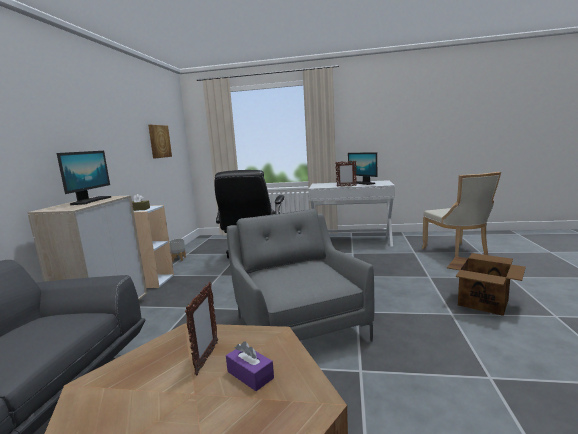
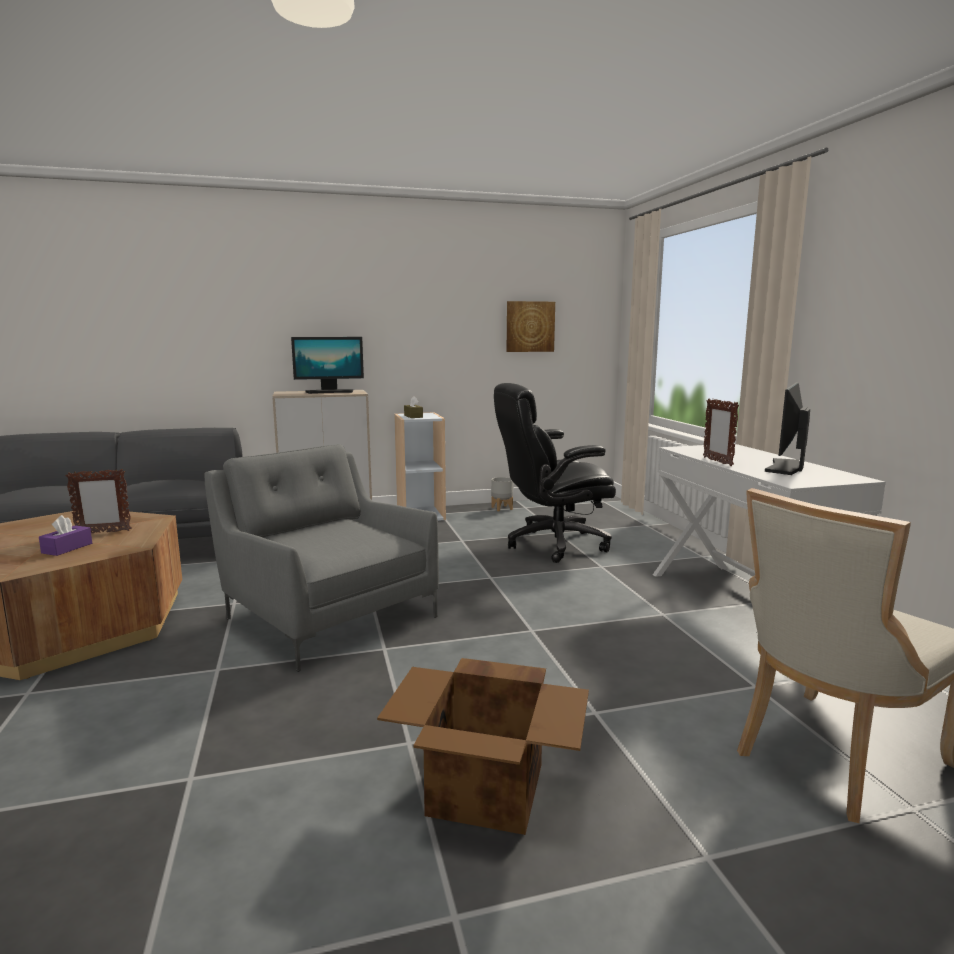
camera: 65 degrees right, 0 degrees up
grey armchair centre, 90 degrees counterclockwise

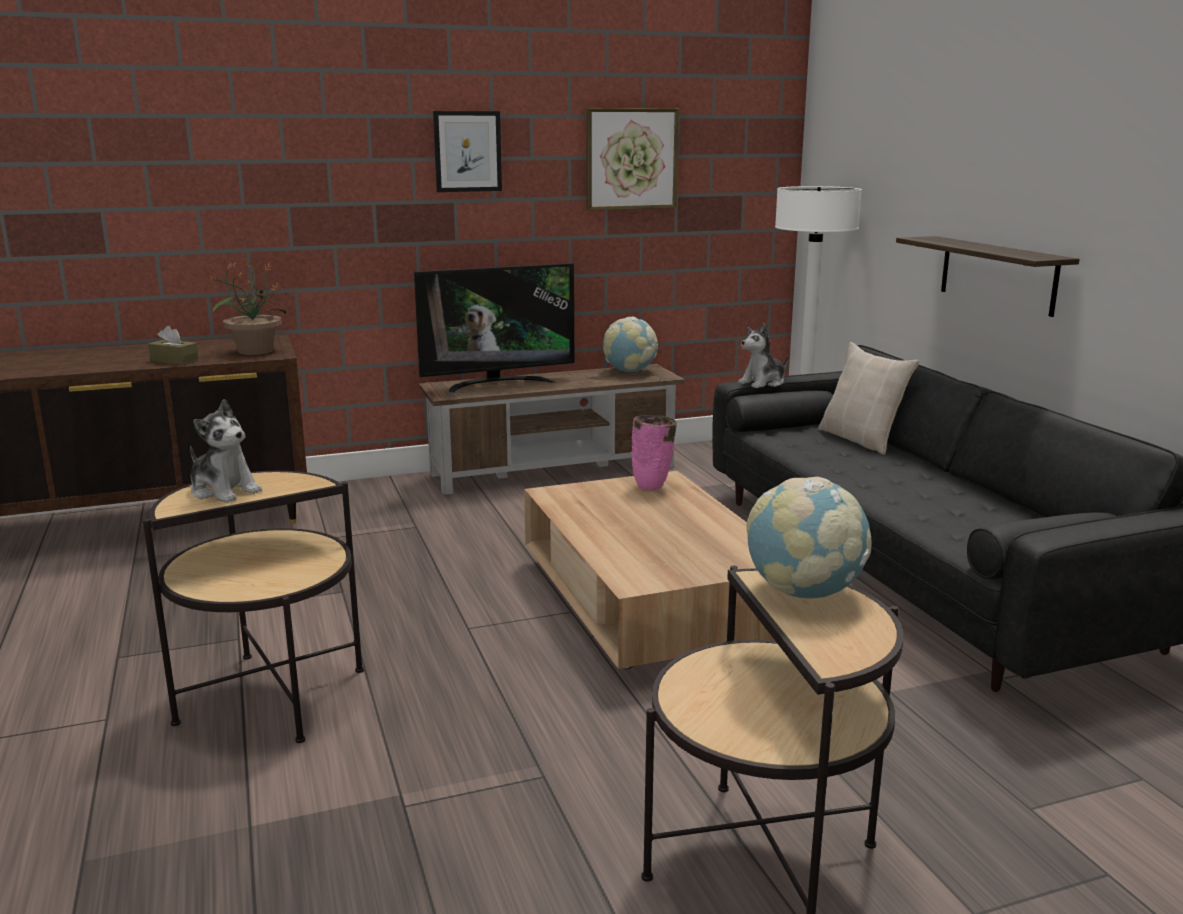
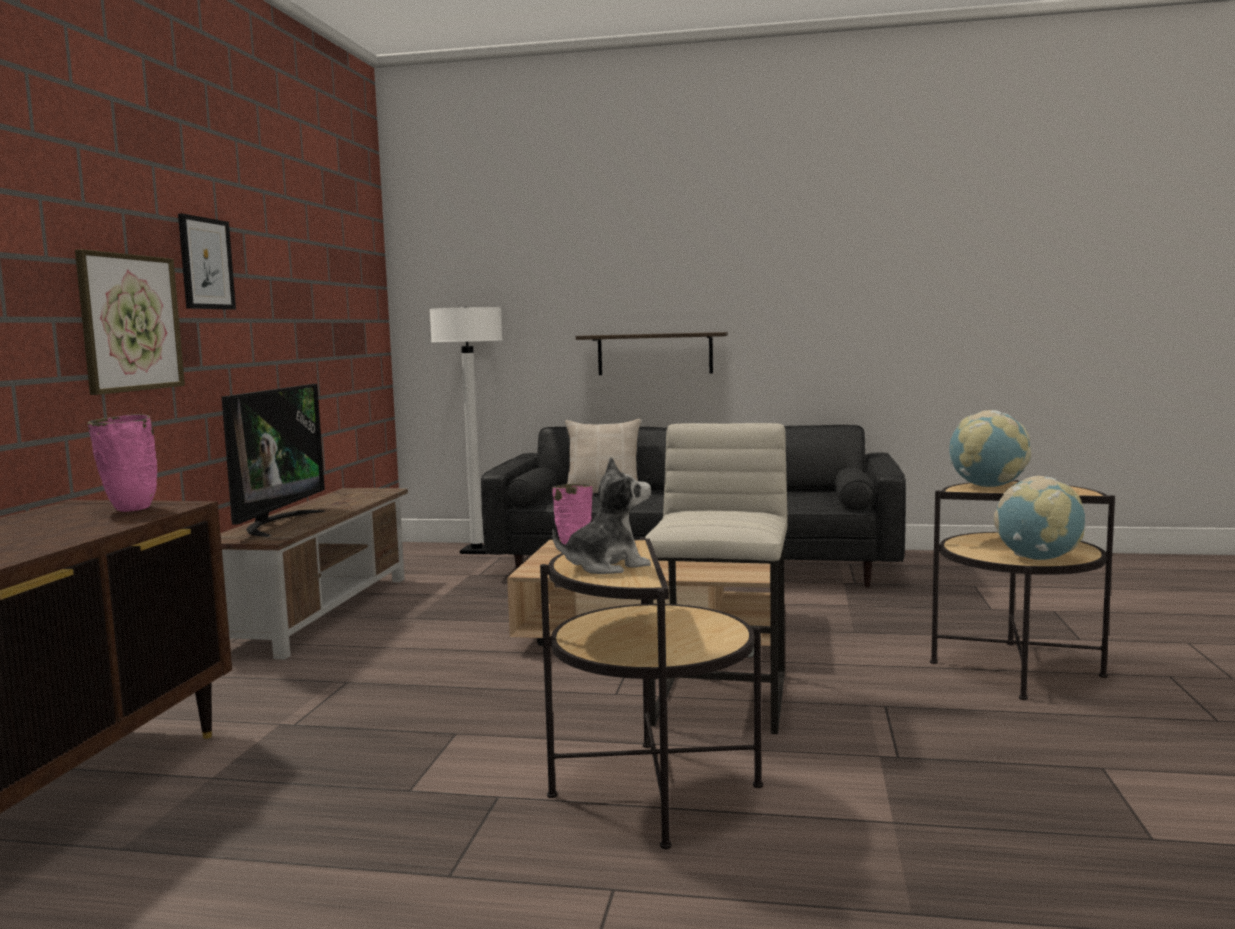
camera: 60 degrees left, 10 degrees down
picture (2nd from left in the first image) top centre => picture (1st from left) middle left, move
potted plant middle left => pink vase (1st from left) middle left
nothing => beige stool centre
globe (1st from left in the first image) centre => globe (2nd from left) middle right, move
brown tissue box middle left => nothing
plush toy (2nd from left) centre => nothing

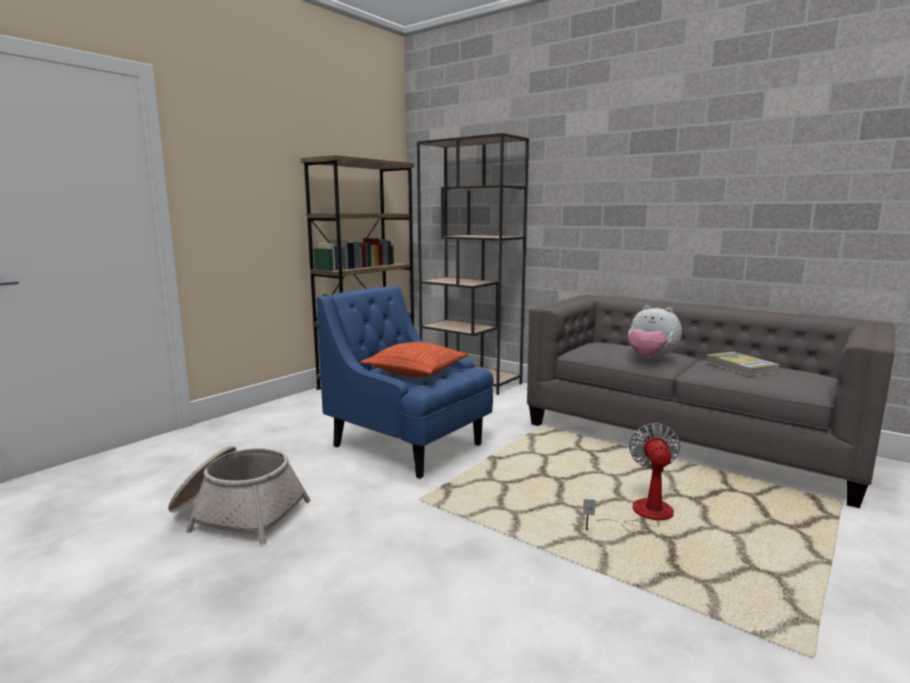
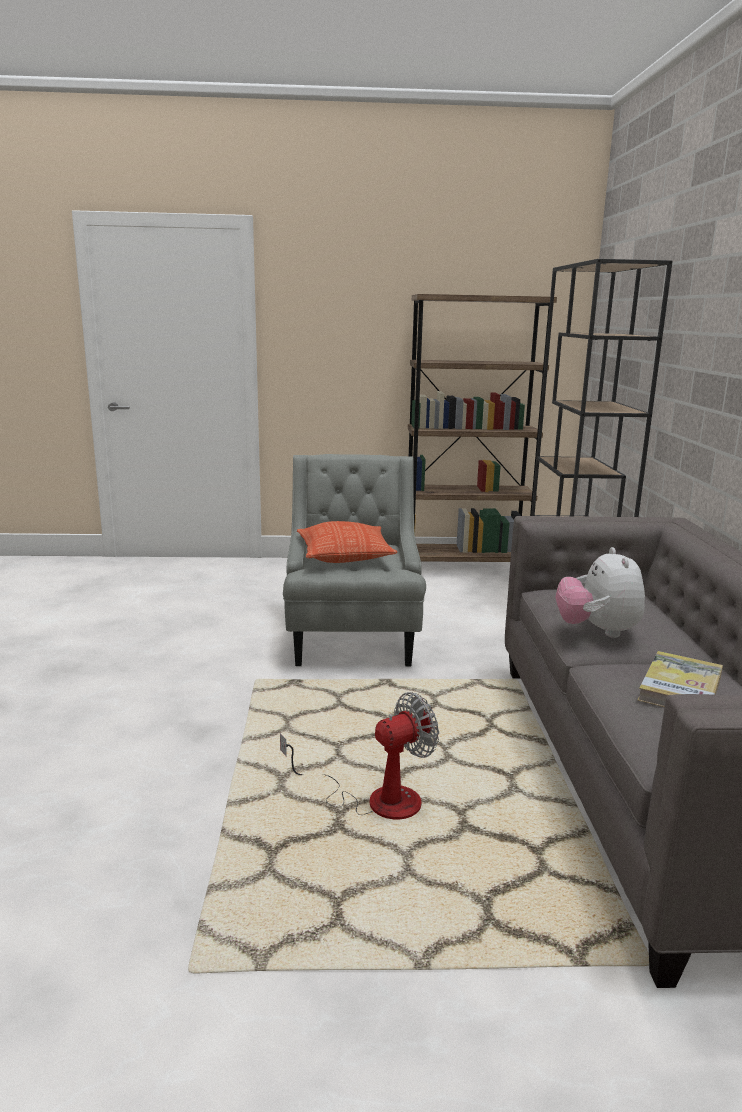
camera: 50 degrees right, 5 degrees up
blue armchair centre => grey armchair centre
basket bottom left => nothing

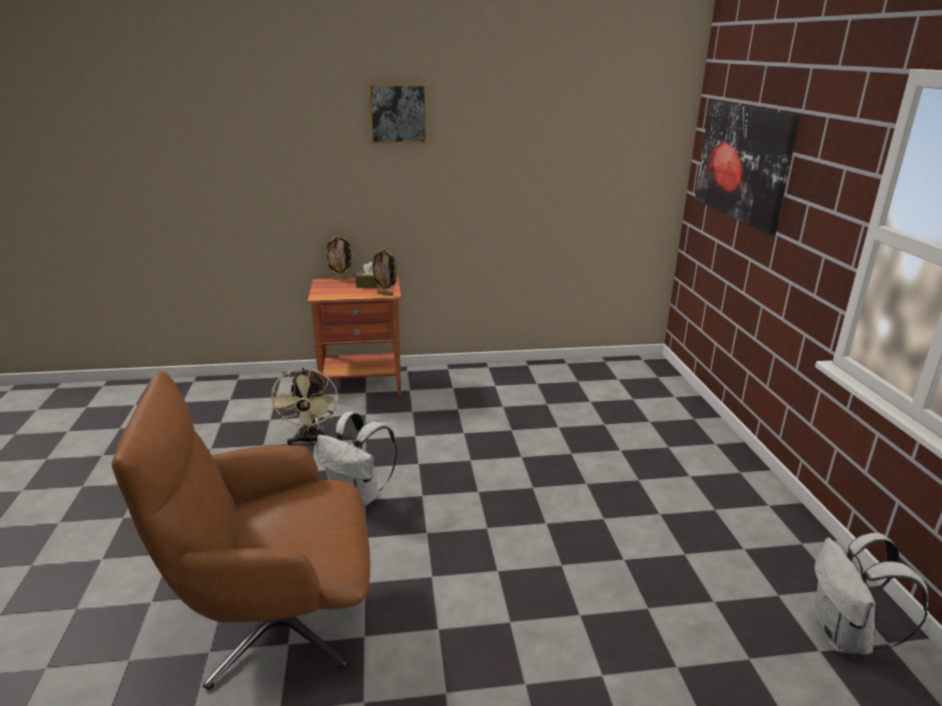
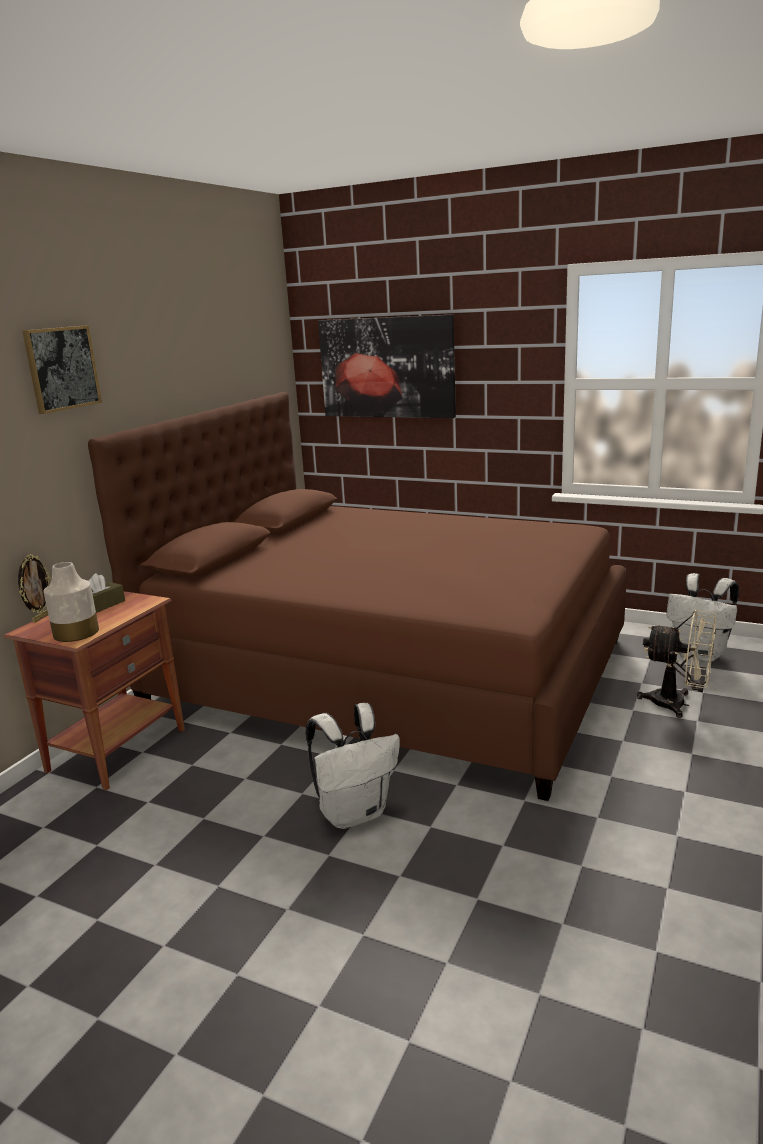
camera: 55 degrees left, 5 degrees down
nothing => beige vase middle left
nothing => brown bed centre
beige fan middle left => beige fan middle right, move
brown armchair bottom left => nothing
picture frame (2nd from left) centre => nothing

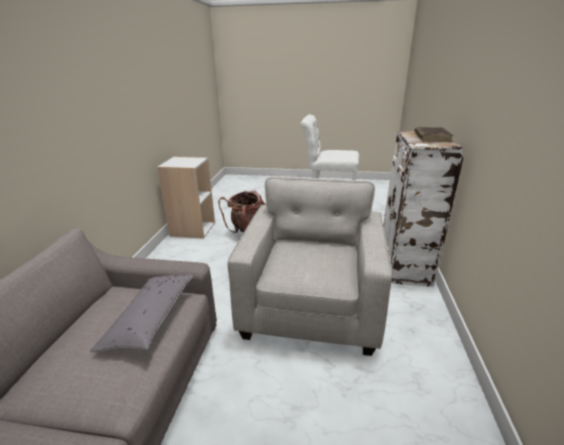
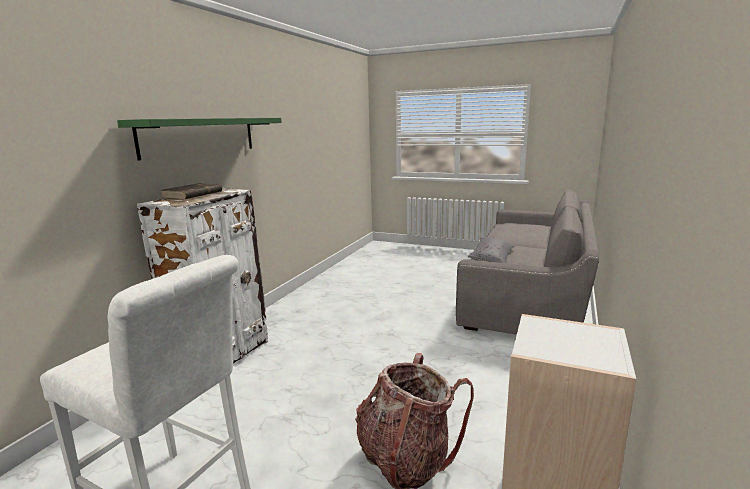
camera: 165 degrees left, 10 degrees down
nothing => green shelf top left
grey armchair centre => nothing

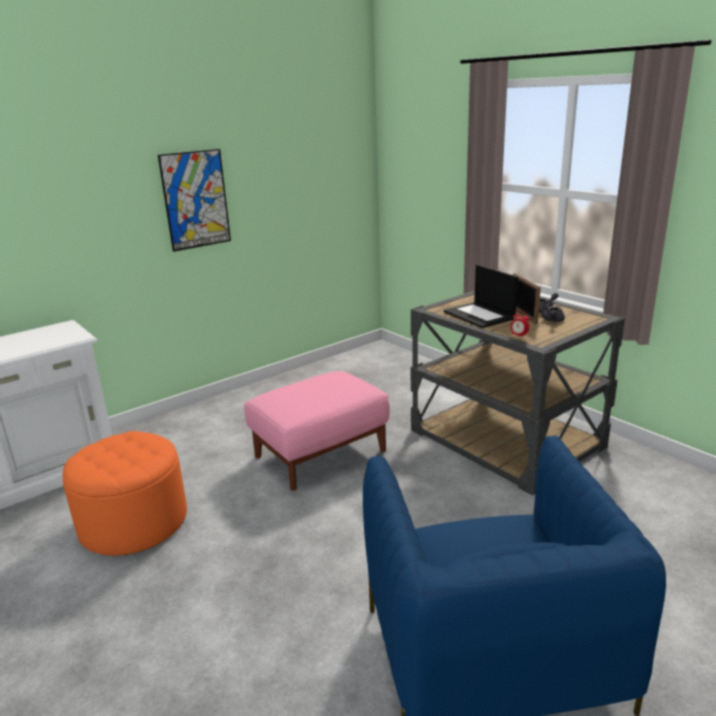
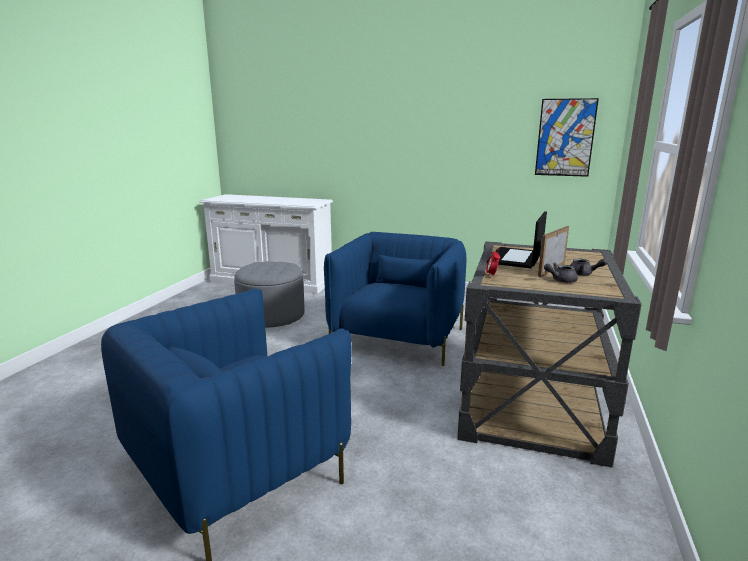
camera: 55 degrees right, 5 degrees down
orange ottoman bottom left => grey ottoman centre
pink ottoman centre => blue armchair (2nd from left) centre
picture top left => picture top right, move

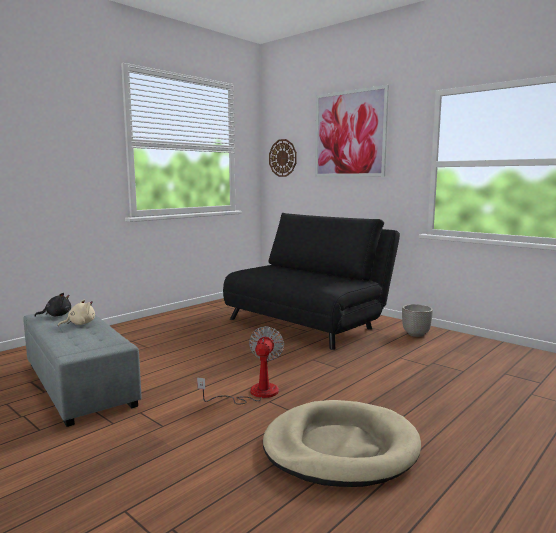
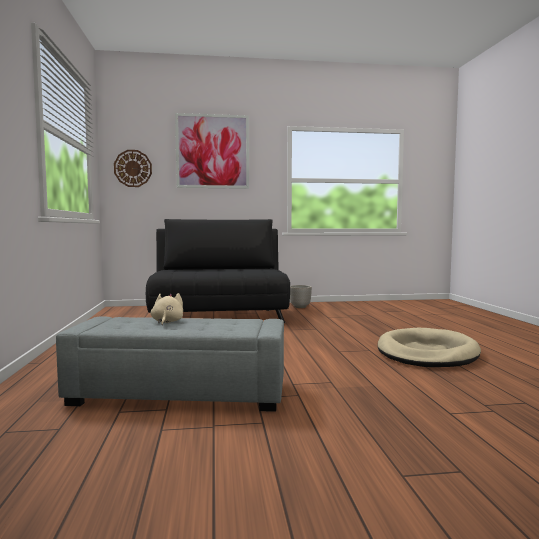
camera: 50 degrees left, 5 degrees down
black plush toy middle left => nothing
fan bottom centre => nothing

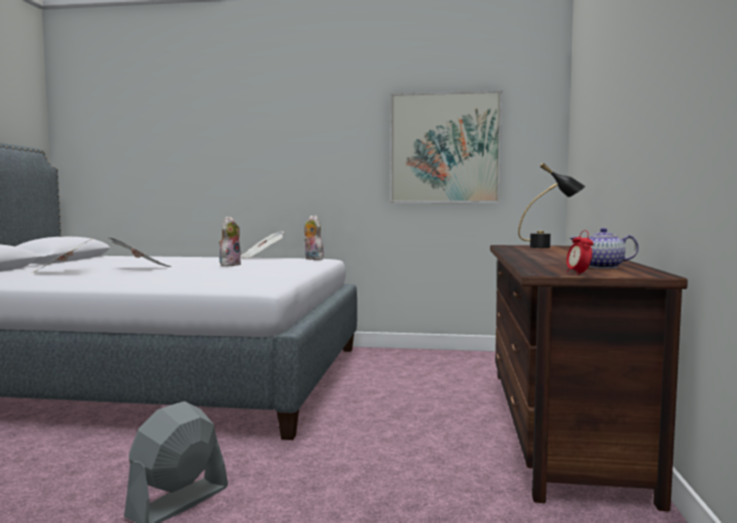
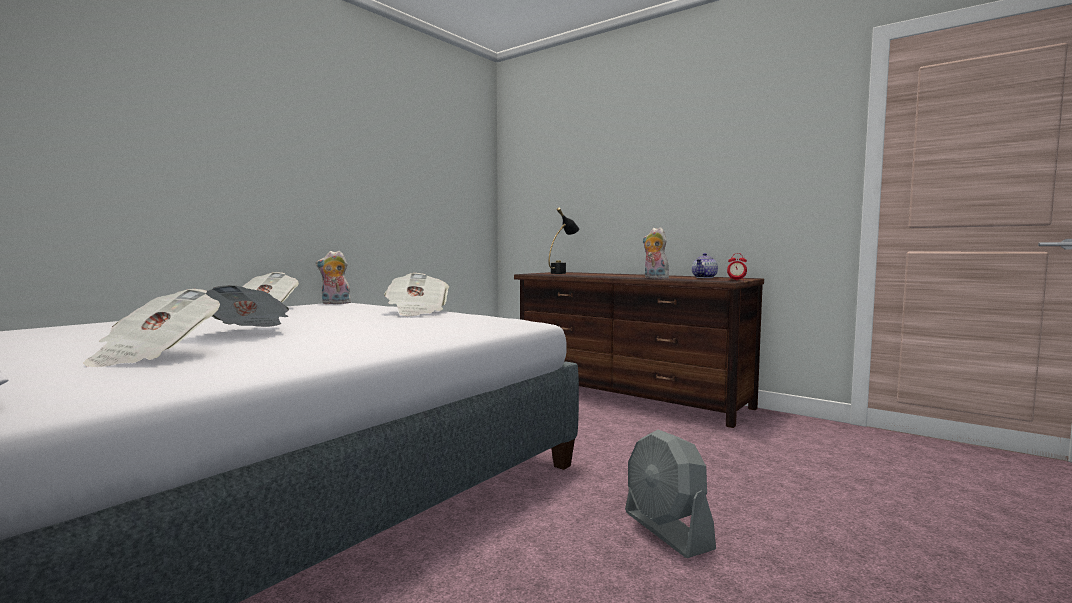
camera: 60 degrees left, 0 degrees up
nothing => newspaper (4th from left) centre
plush toy (1st from left in the first image) middle left => plush toy (2nd from left) centre, move
picture top centre => nothing

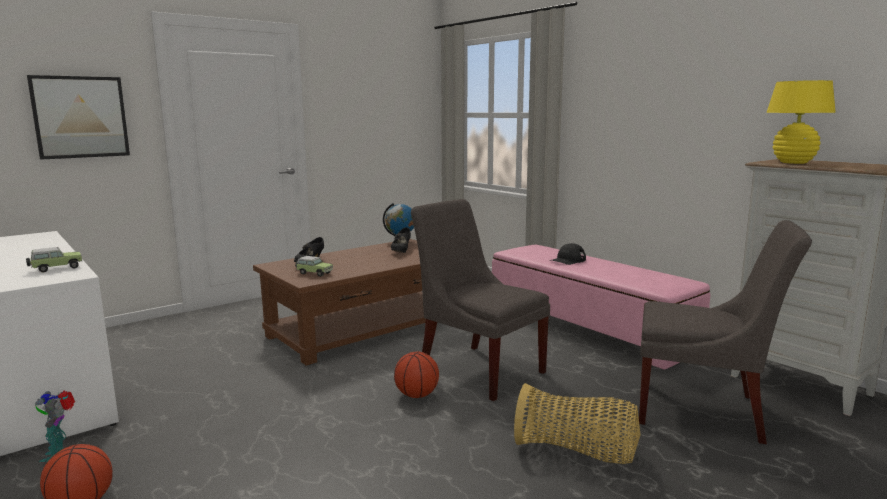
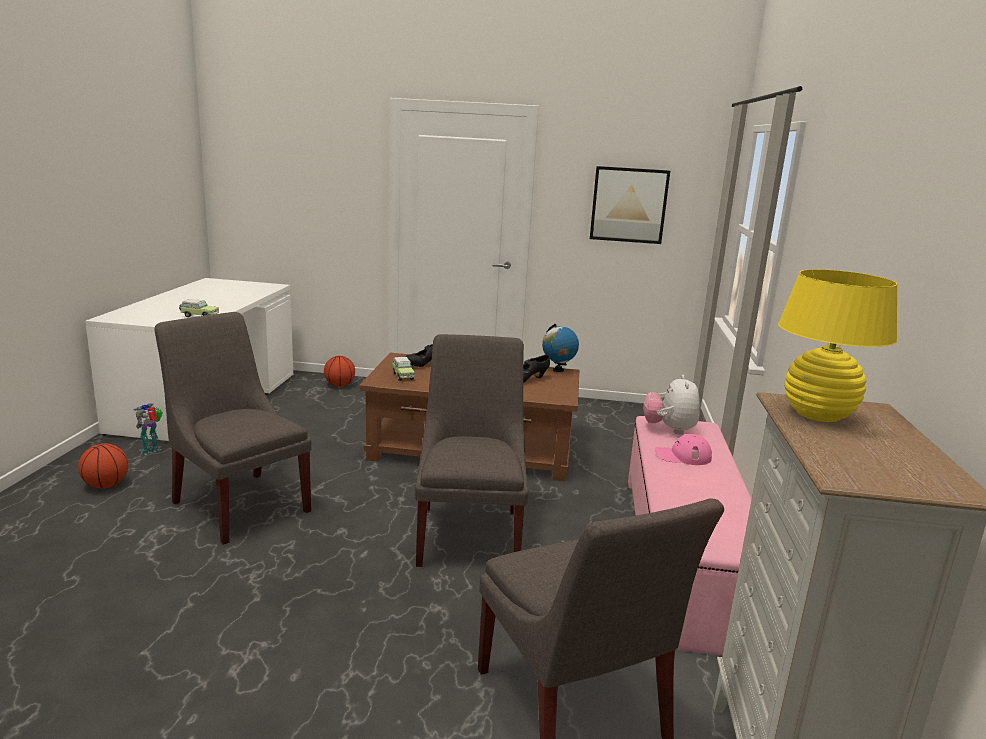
camera: 45 degrees right, 5 degrees up
nothing => grey chair (1st from left) middle left
basketball (2nd from left) bottom centre => basketball (2nd from left) centre, move
picture top left => picture top centre, move
nothing => plush toy middle right
black cap centre => pink cap middle right
basket bottom centre => nothing

